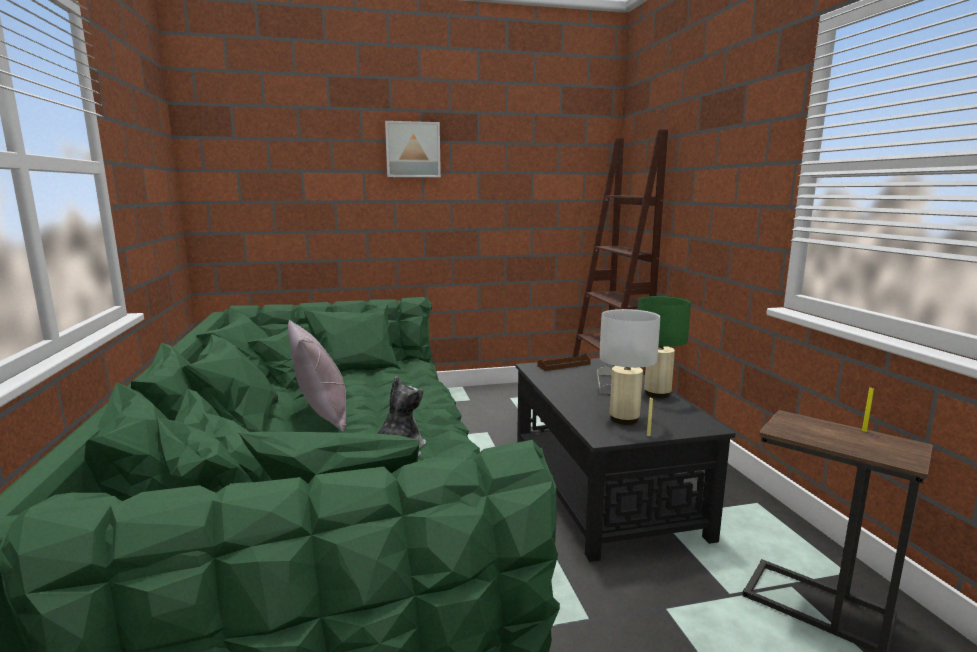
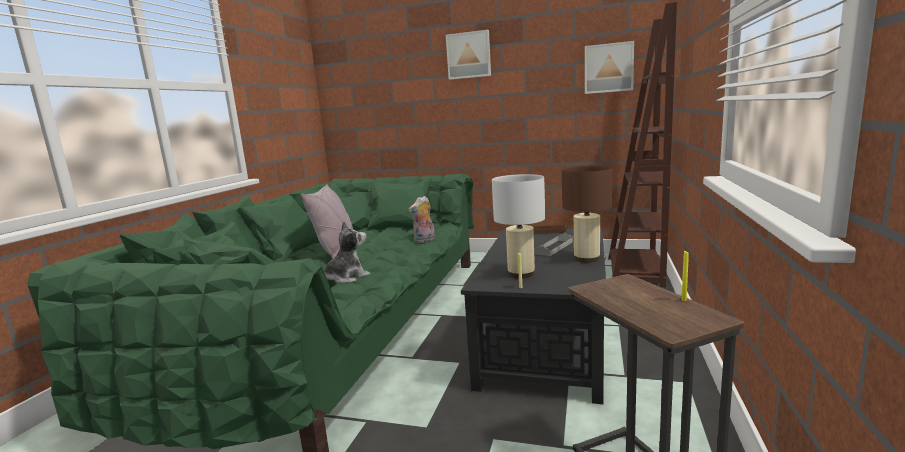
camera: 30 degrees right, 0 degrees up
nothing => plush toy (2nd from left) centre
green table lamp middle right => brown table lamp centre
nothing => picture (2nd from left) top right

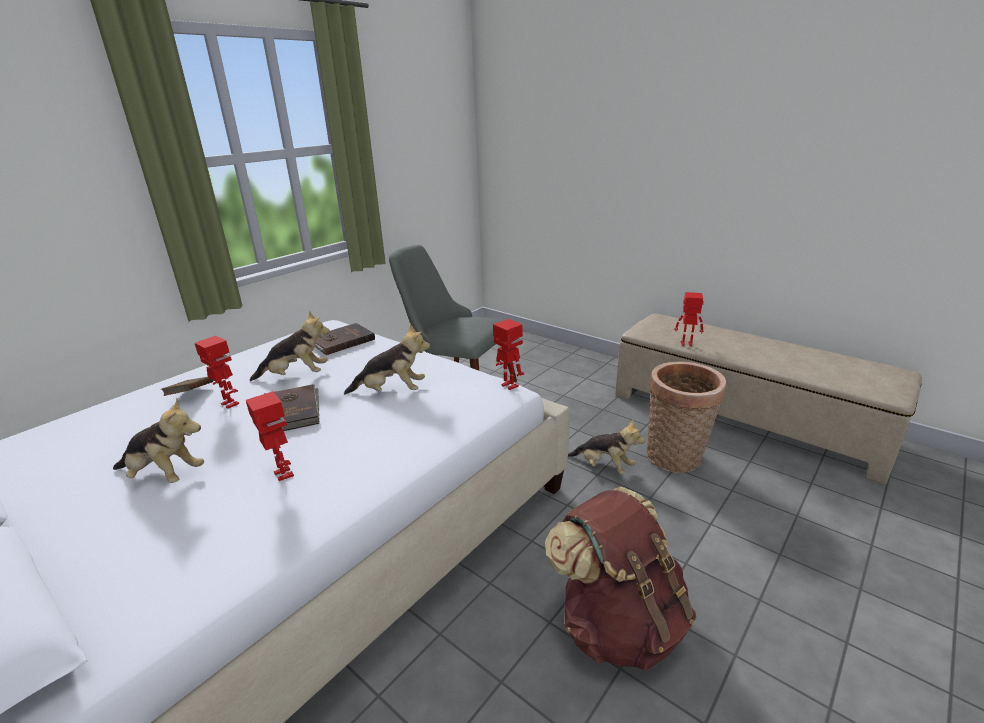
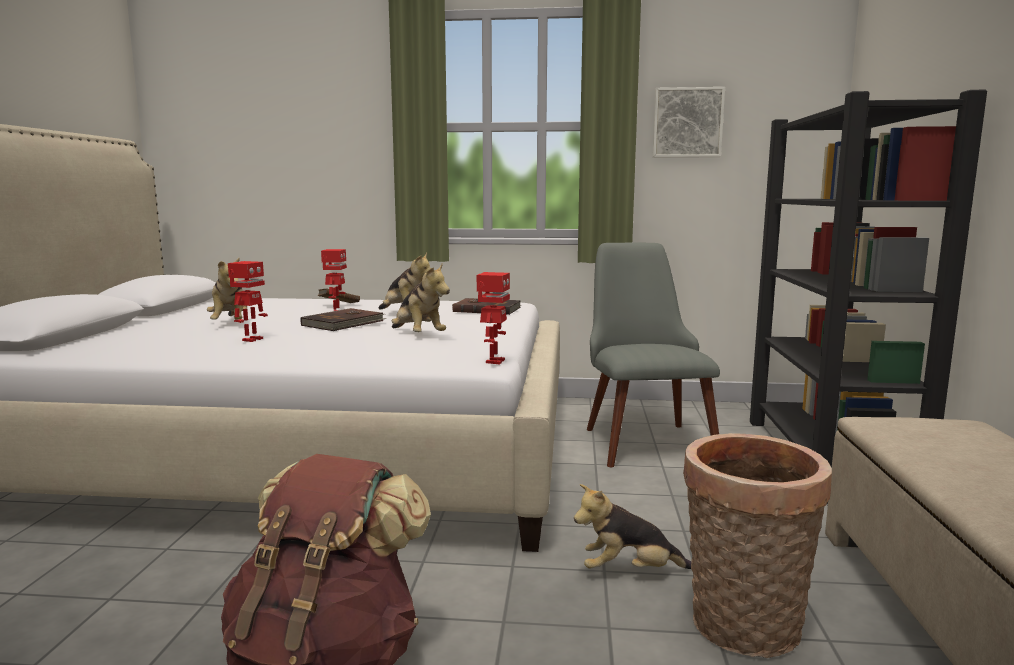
camera: 55 degrees right, 15 degrees down
plush toy (4th from left) centre => plush toy (4th from left) bottom centre, 90 degrees clockwise
nothing => picture top right
nothing => black bookcase middle right
toy robot (4th from left) middle right => nothing

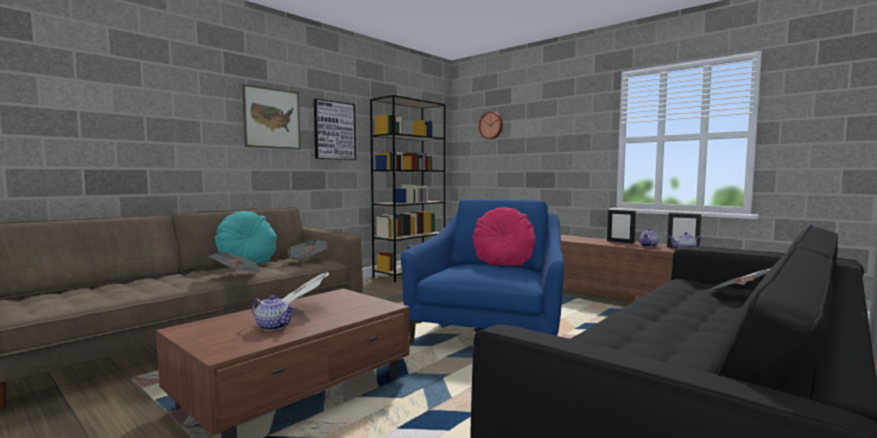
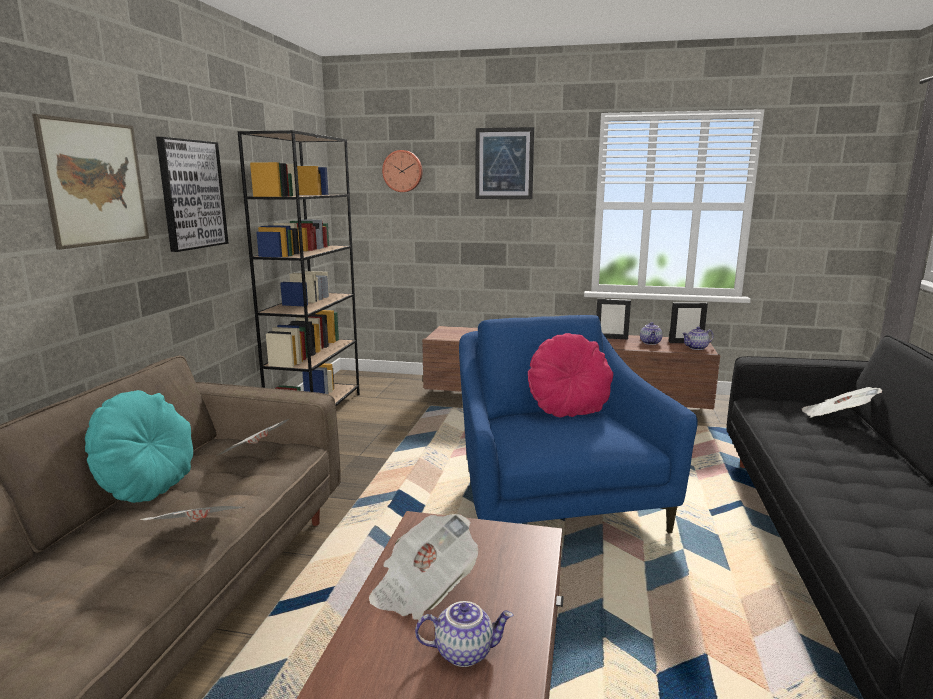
camera: 30 degrees left, 10 degrees up
nothing => picture (3rd from left) top centre

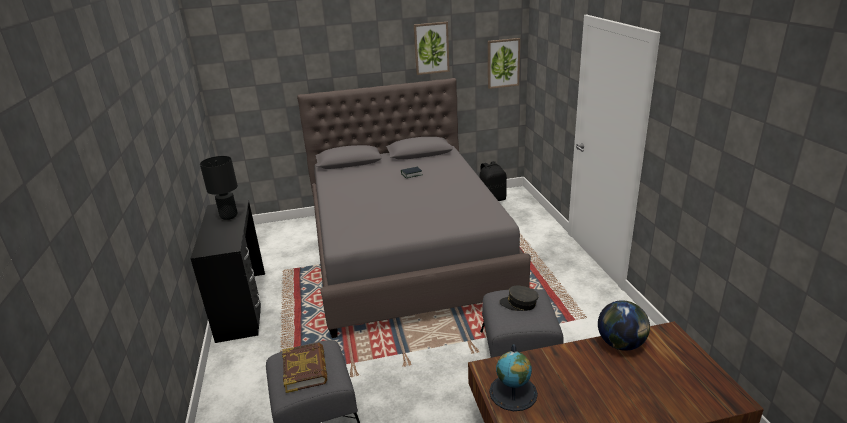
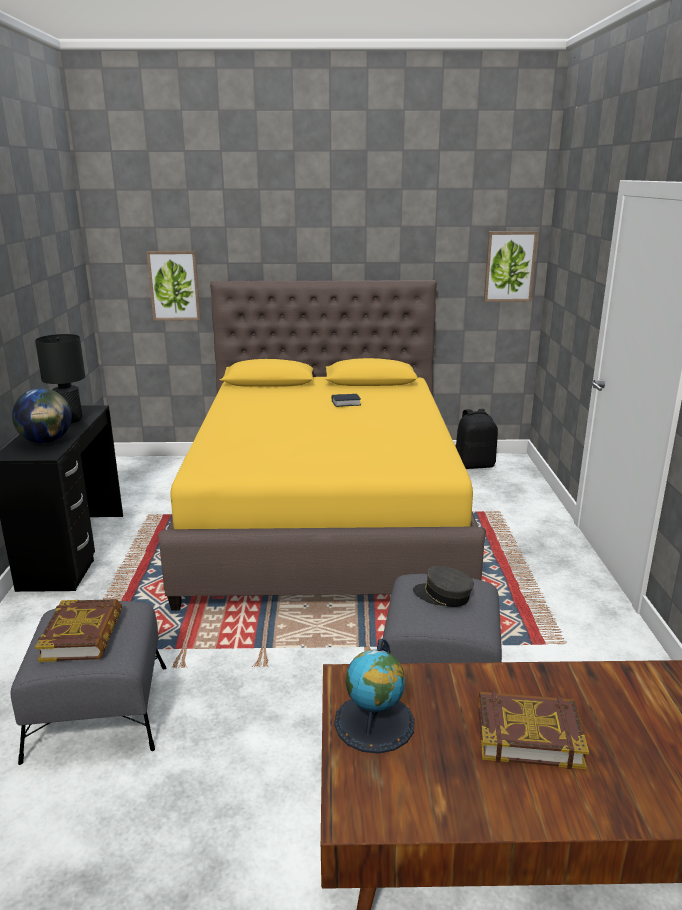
camera: 10 degrees right, 5 degrees down
globe (2nd from left in the first image) bottom right => globe (1st from left) middle left, move
picture (1st from left) top centre => picture (1st from left) top left, move
grey bed centre => yellow bed centre
nothing => book (3rd from left) bottom right

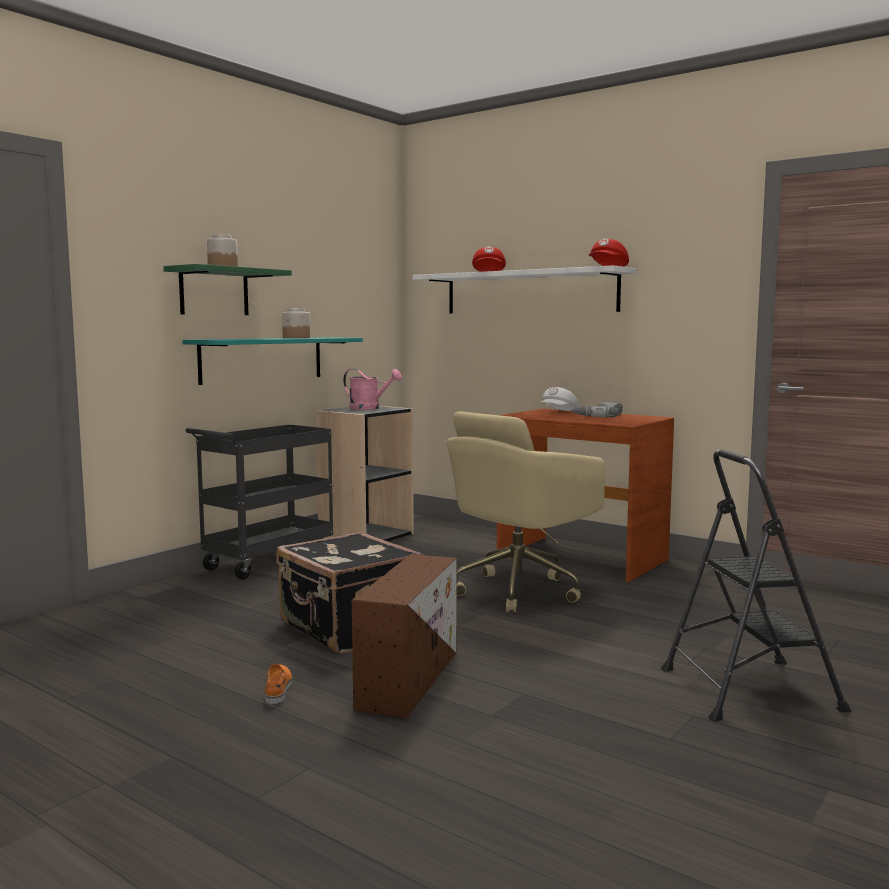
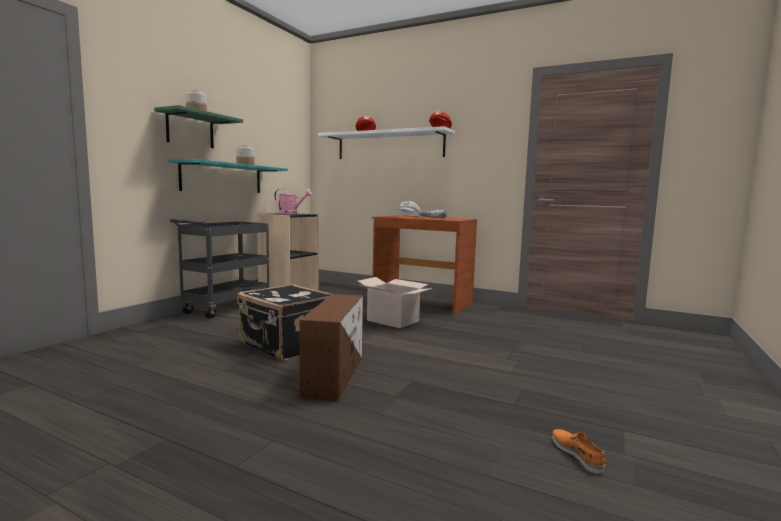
camera: 10 degrees left, 0 degrees up
beige office chair centre => cardboard box centre
orange shoe bottom left => orange shoe bottom right, move
black step ladder middle right => nothing

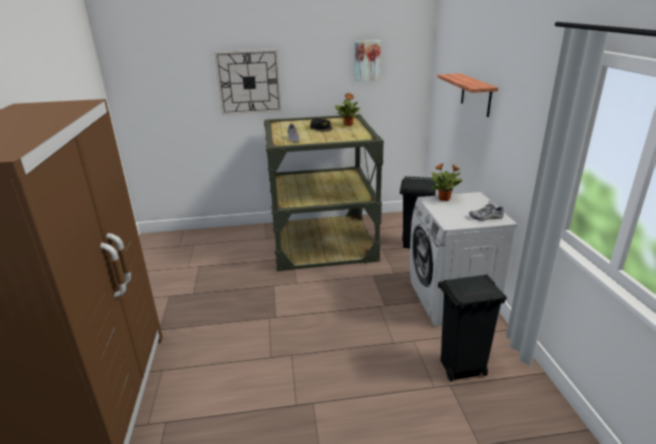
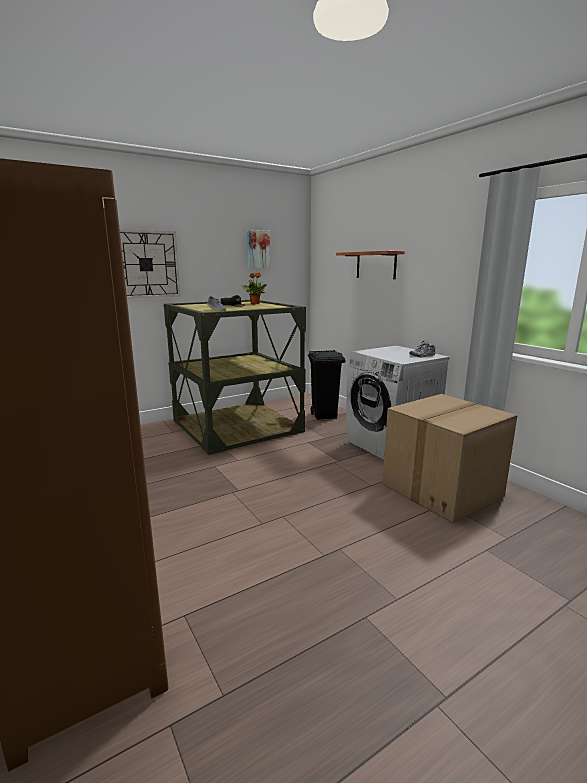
camera: 25 degrees left, 10 degrees down
black trash can (2nd from left) bottom right => cardboard box middle right
potted plant (2nd from left) middle right => nothing

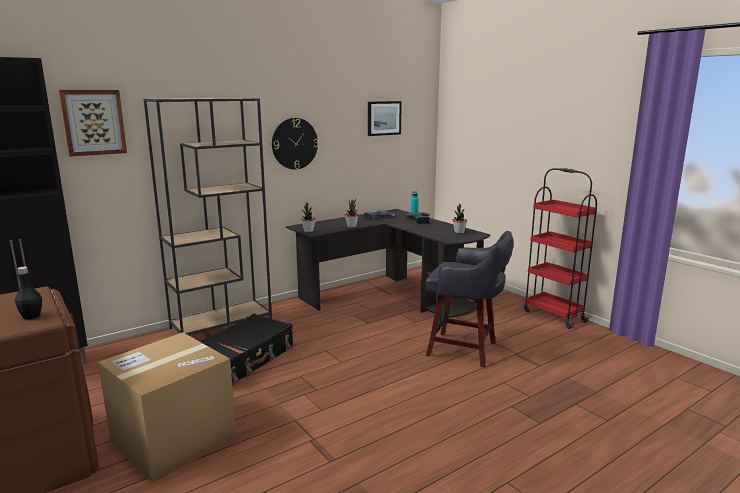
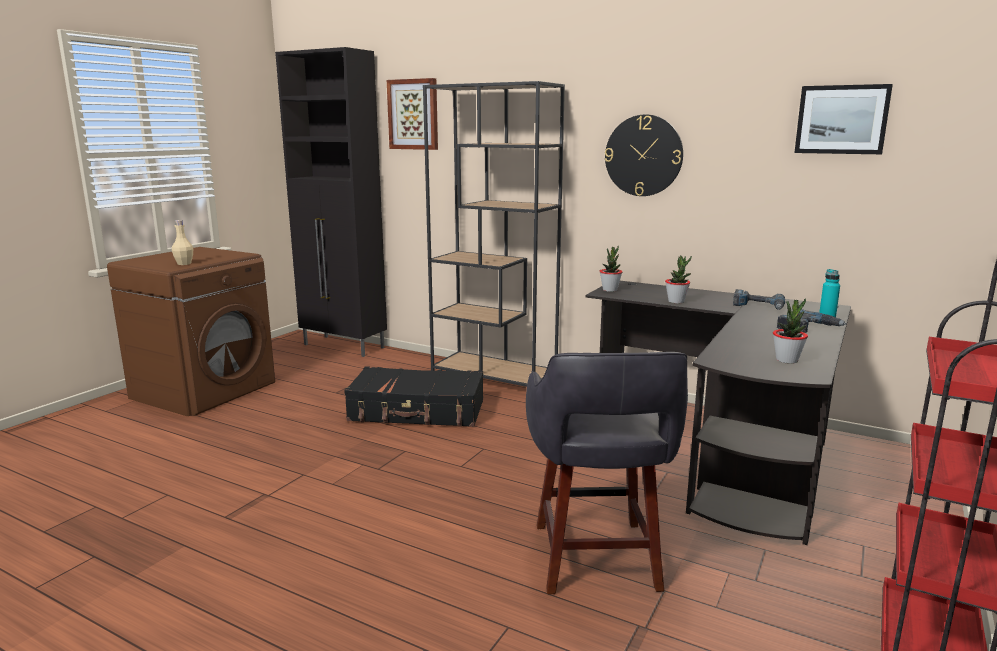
camera: 65 degrees right, 0 degrees up
black bottle middle left => beige bottle middle left
cardboard box bottom left => nothing

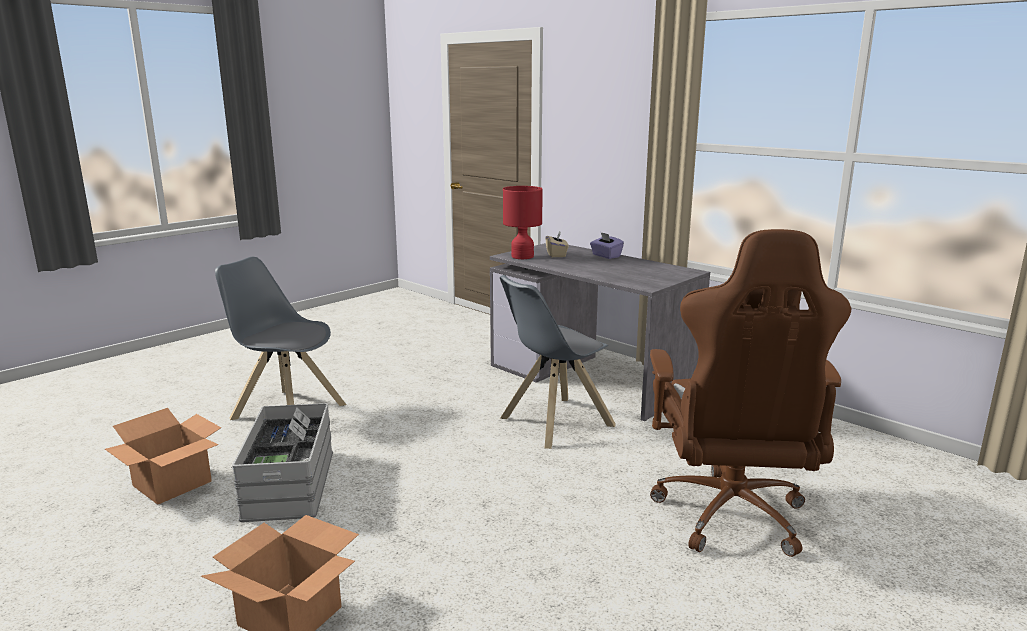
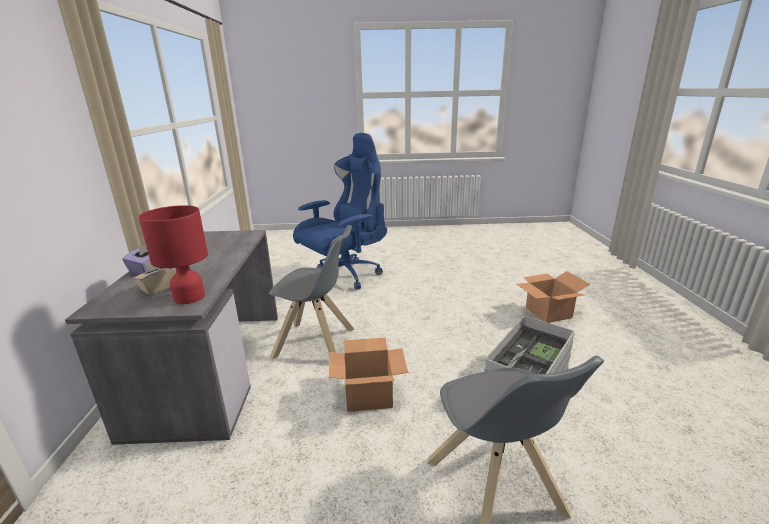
camera: 135 degrees left, 5 degrees up
brown office chair middle right => blue office chair centre
cardboard box (1st from left) bottom left => cardboard box (1st from left) bottom centre, move

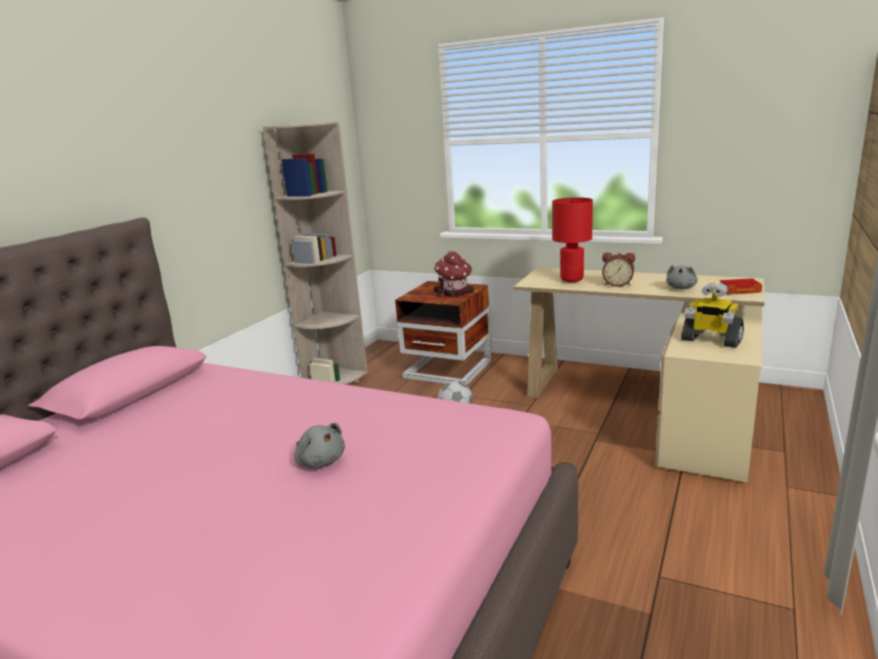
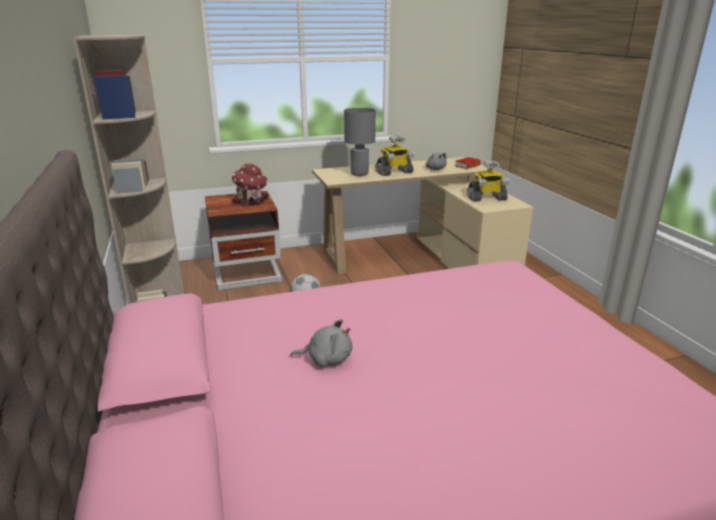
camera: 45 degrees left, 5 degrees up
grey plush toy (1st from left) bottom centre => grey plush toy (1st from left) centre, move
red table lamp centre => grey table lamp top centre
alarm clock middle right => toy robot (1st from left) top centre

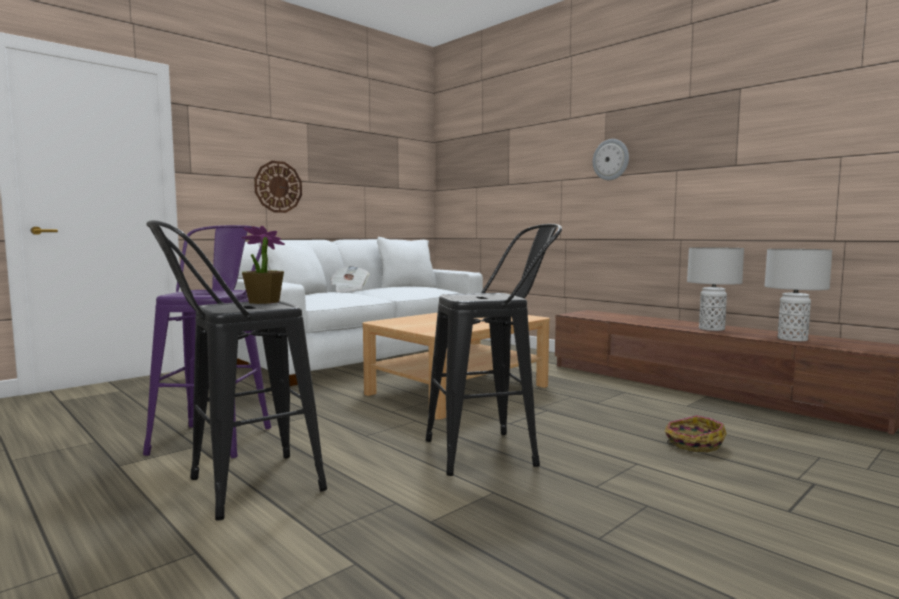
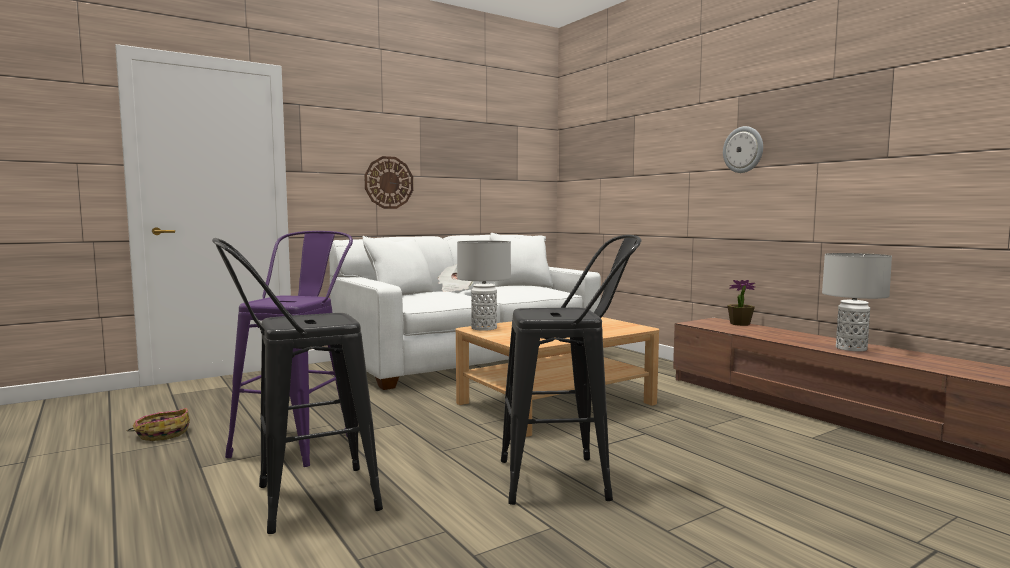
camera: 10 degrees right, 0 degrees up
basket bottom right => basket bottom left, move
white table lamp (2nd from left in the first image) middle right => white table lamp (1st from left) centre, move
potted plant middle left => potted plant middle right, move

